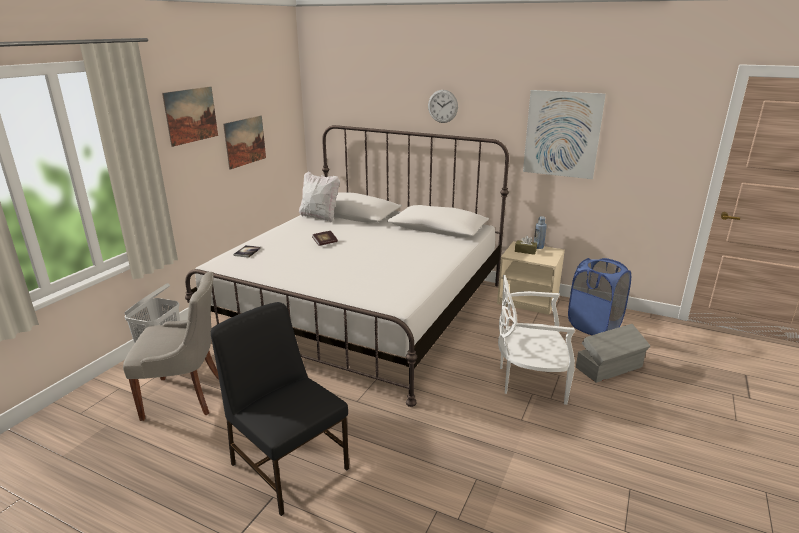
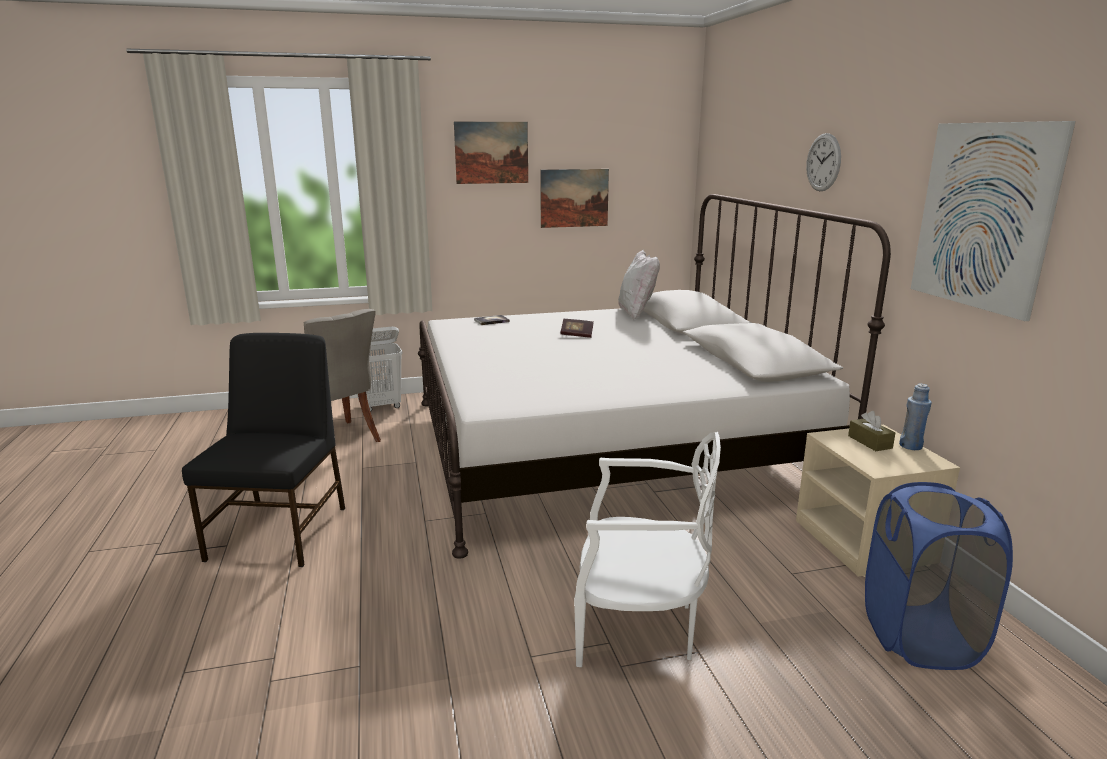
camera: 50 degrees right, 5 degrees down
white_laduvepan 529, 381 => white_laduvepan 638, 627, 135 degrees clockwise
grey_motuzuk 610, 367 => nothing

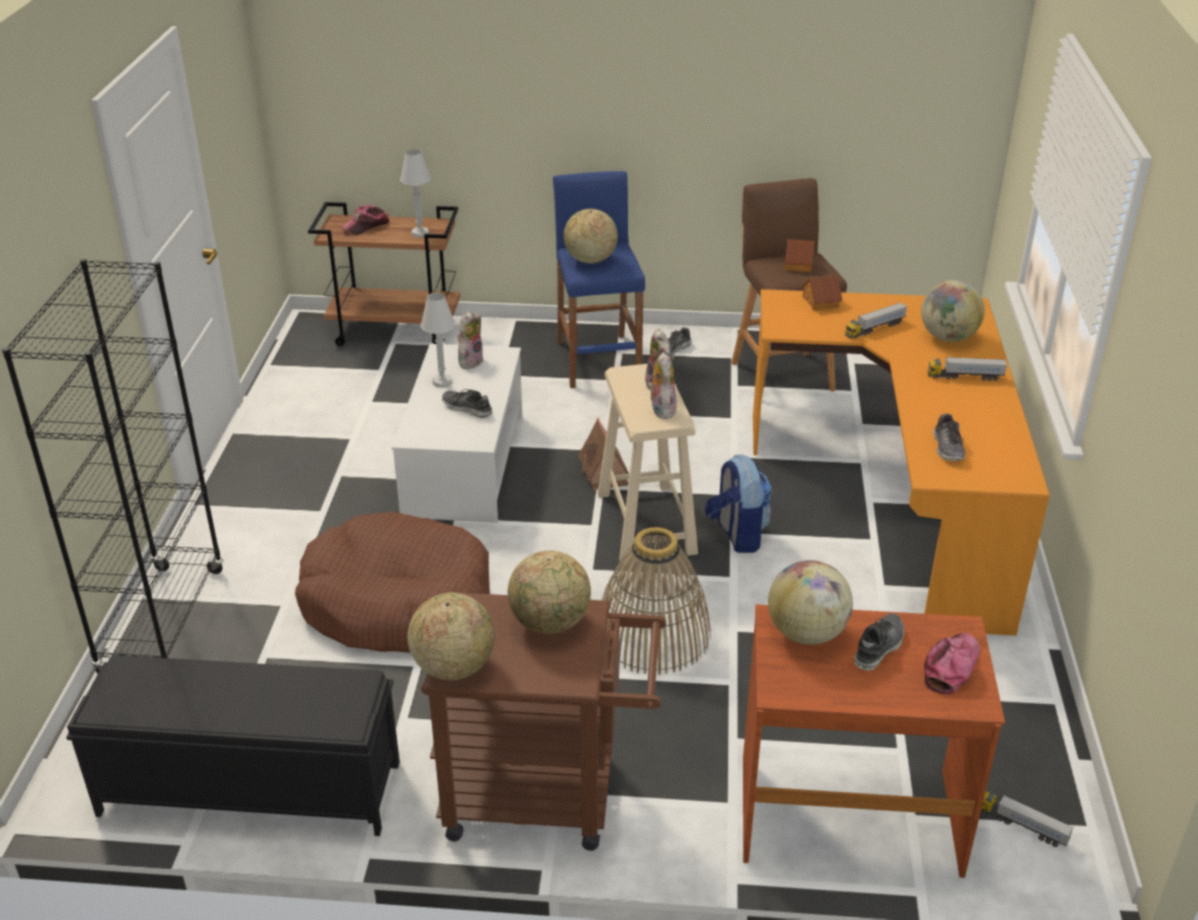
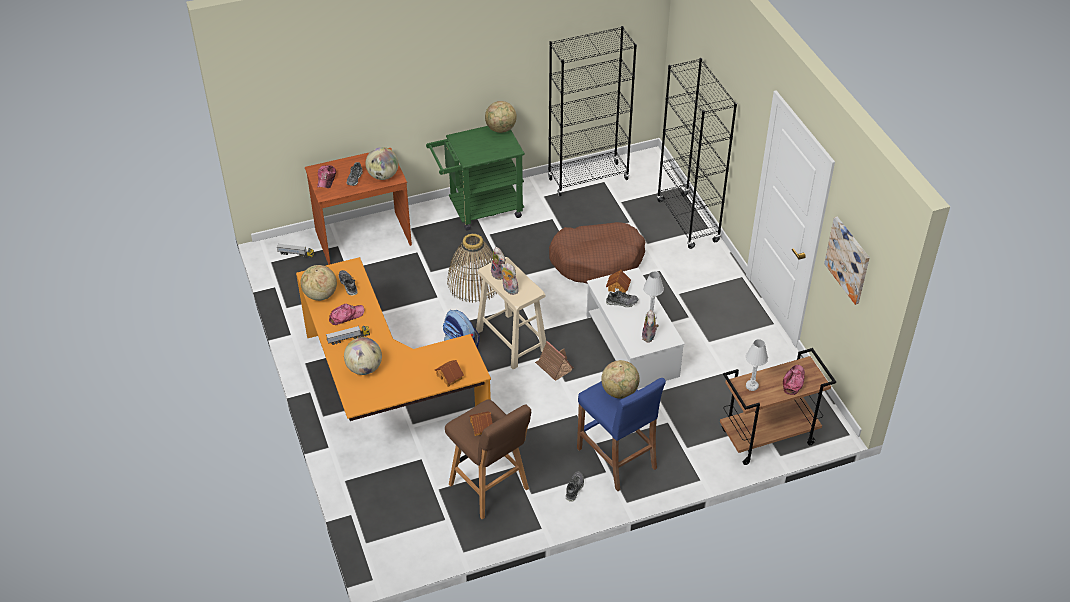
camera: 155 degrees right, 10 degrees up
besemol 874, 329 => nothing
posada 550, 623 => posada 320, 295, relocated
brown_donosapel 547, 795 => green_donosapel 479, 210
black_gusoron 248, 788 => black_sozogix 588, 179
nothing => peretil 848, 260
nothing => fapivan 618, 287
nothing => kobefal 346, 316

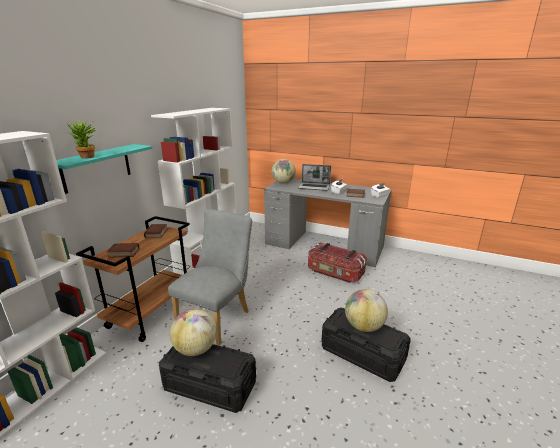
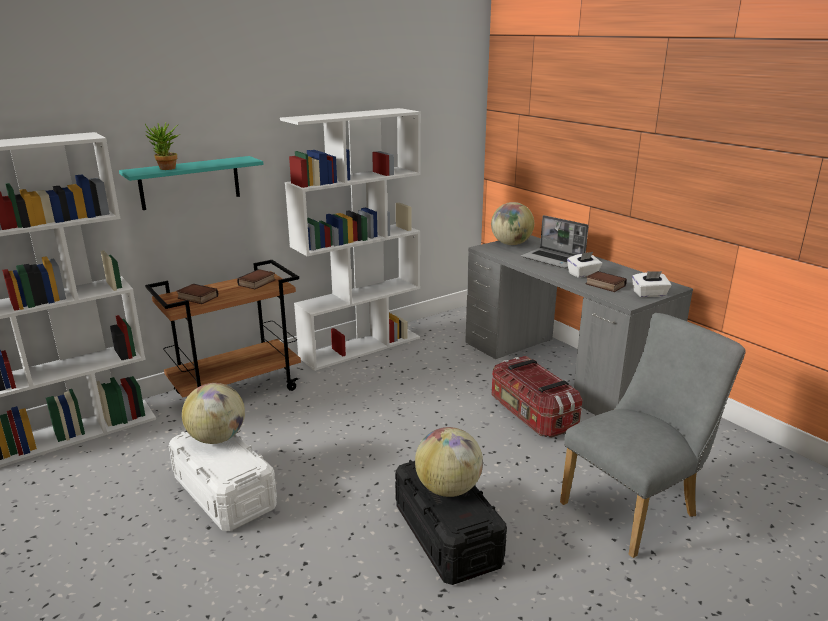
camera: 30 degrees right, 0 degrees up
grey_laduvepan 218, 317 => grey_laduvepan 635, 507, relocated
black_motuzuk 210, 385 => white_motuzuk 224, 493

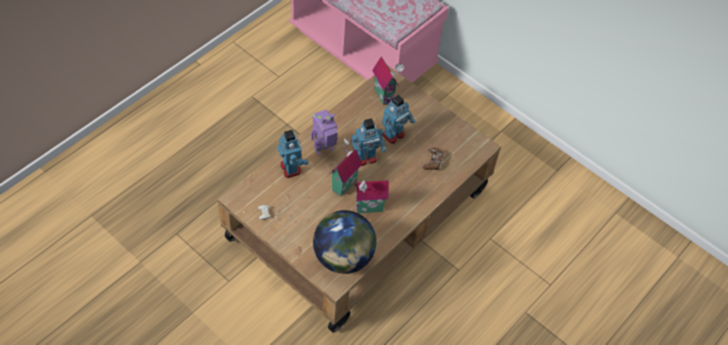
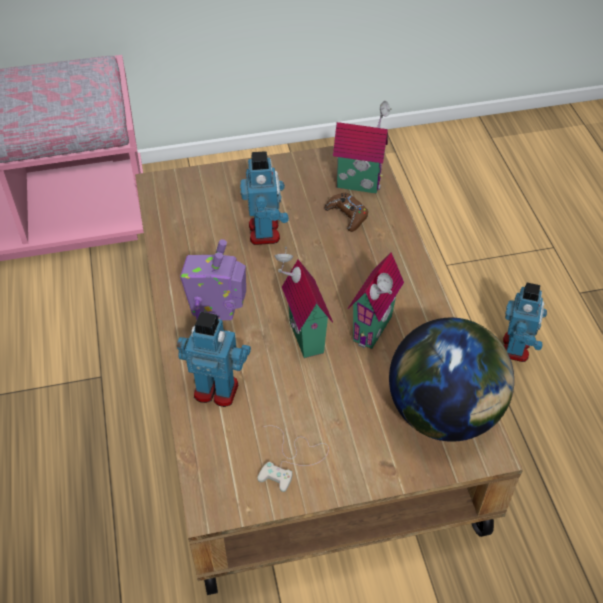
camera: 50 degrees left, 5 degrees down
fapivan 385, 95 => fapivan 359, 182, relocated
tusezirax 365, 158 => tusezirax 516, 348, relocated

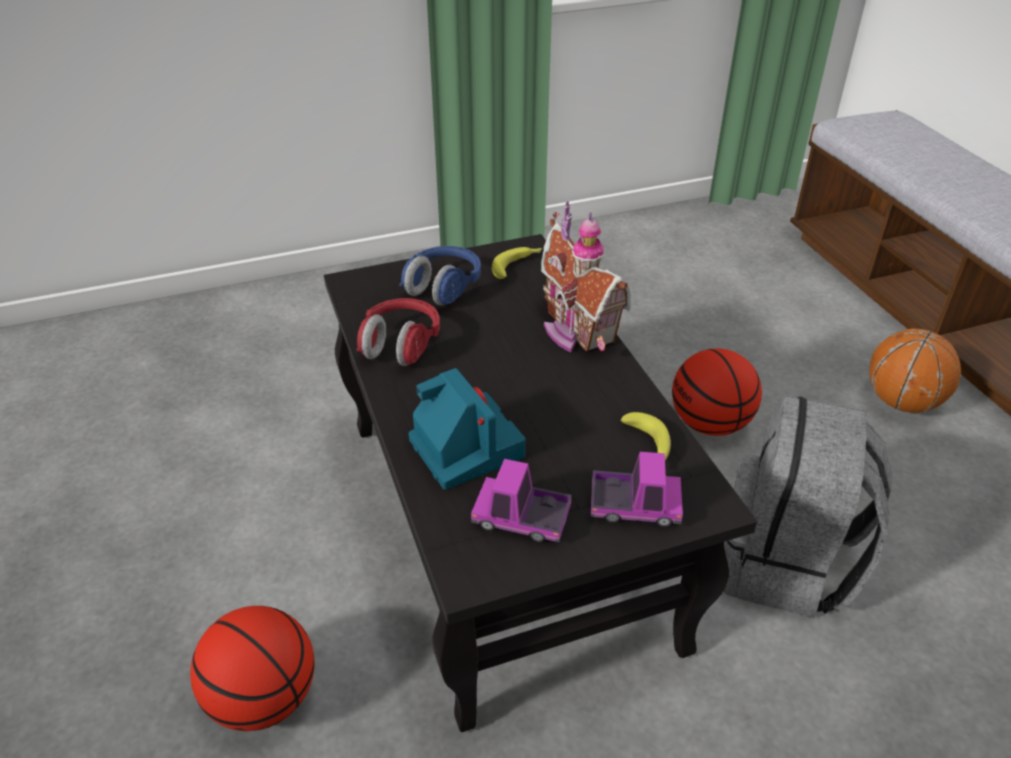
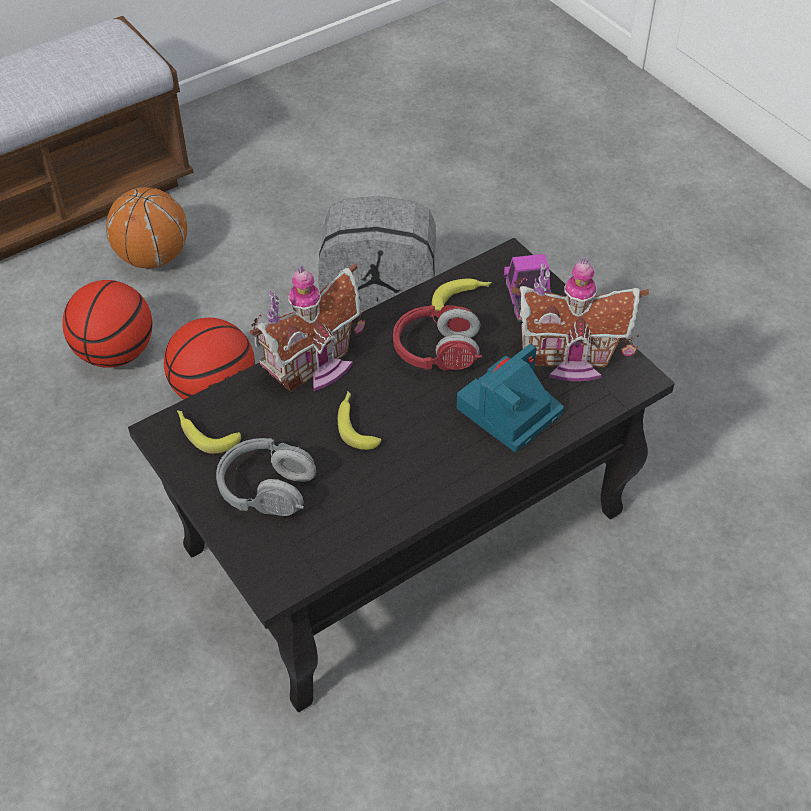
camera: 105 degrees left, 10 degrees up
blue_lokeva 443, 288 => grey_lokeva 267, 490
red_lokeva 400, 346 => red_lokeva 437, 352, relocated
besemol 521, 518 => fapivan 570, 360
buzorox 263, 699 => buzorox 116, 353, relocated
nothing => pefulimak 356, 424

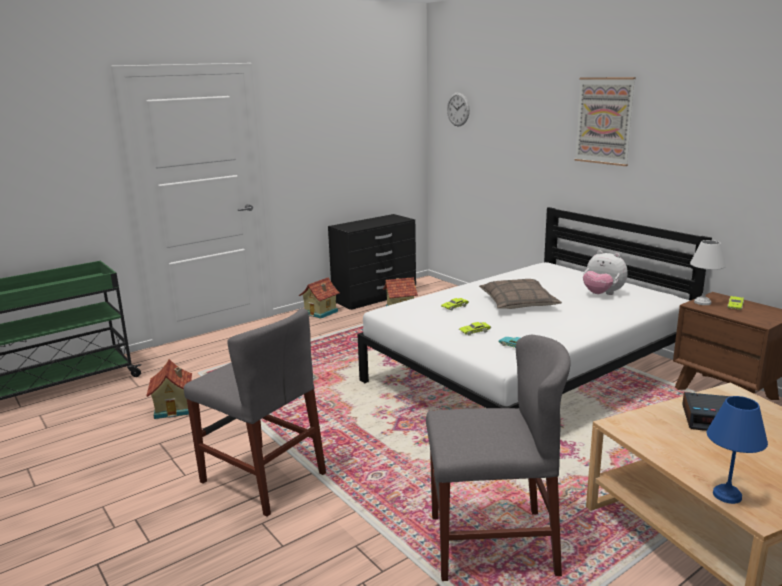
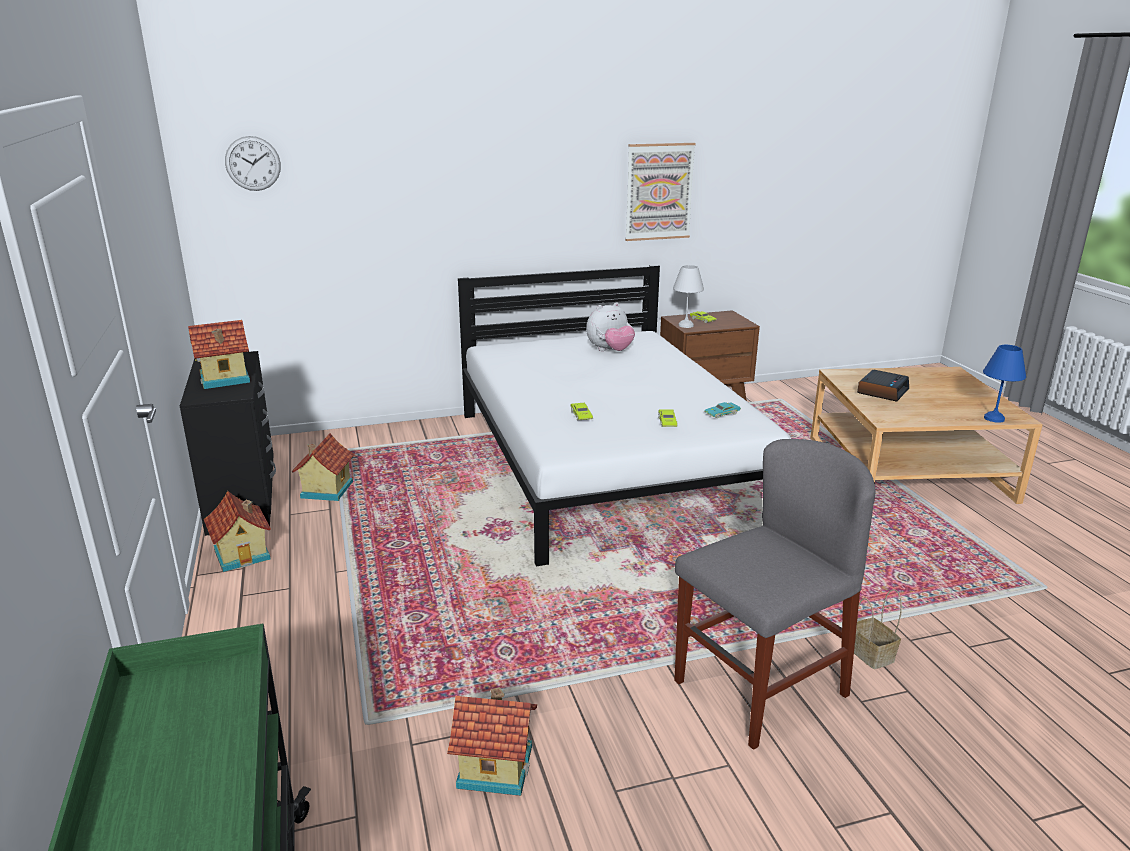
camera: 70 degrees left, 5 degrees up
peretil 604, 121 => peretil 659, 192, relocated
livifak 518, 303 => nothing
grey_laduvepan 492, 545 => nothing
nothing => fapivan 225, 379
nothing => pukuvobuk 869, 654

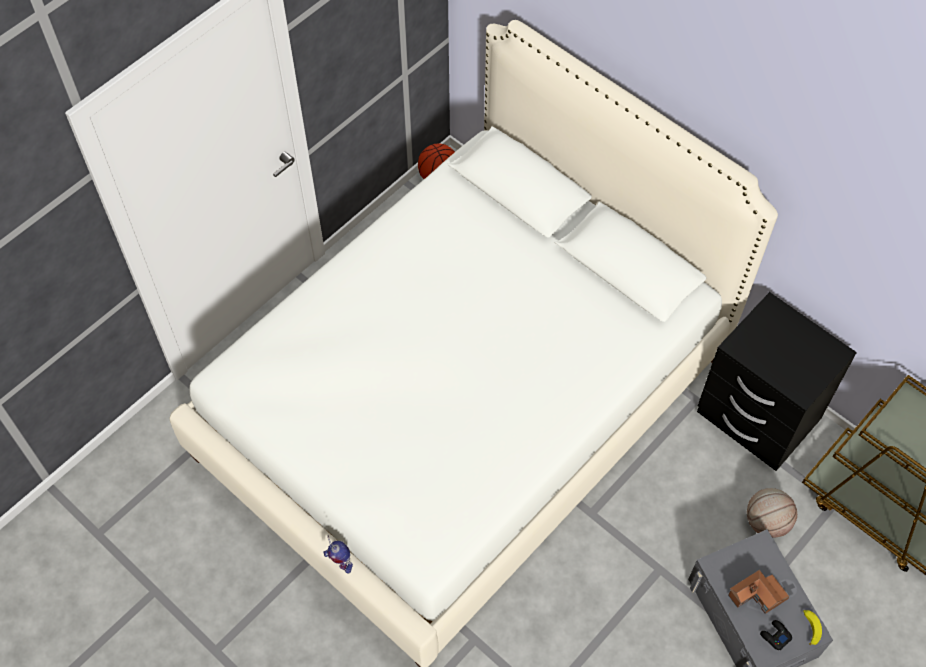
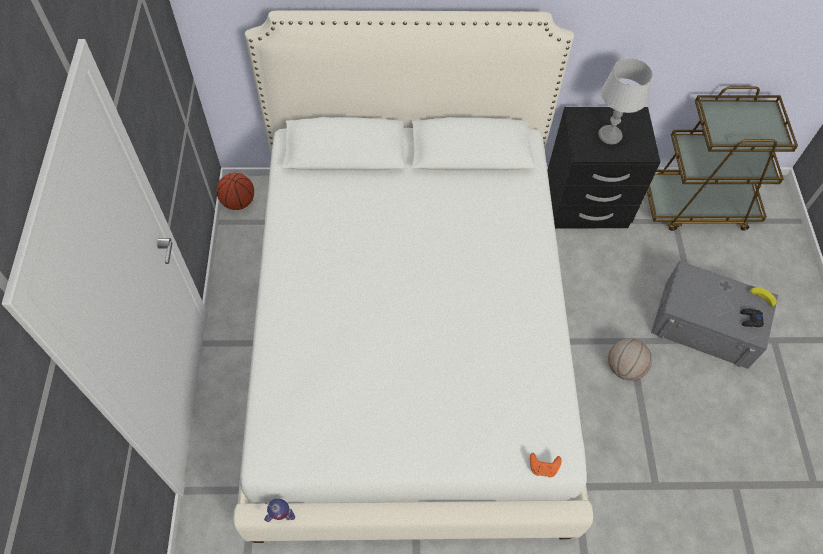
camera: 45 degrees left, 0 degrees up
buzorox 766, 522 => buzorox 624, 367, relocated
tusezirax 340, 562 => tusezirax 280, 516, relocated
fapivan 757, 596 => nothing
nothing => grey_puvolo 610, 135
nothing => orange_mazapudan 543, 468

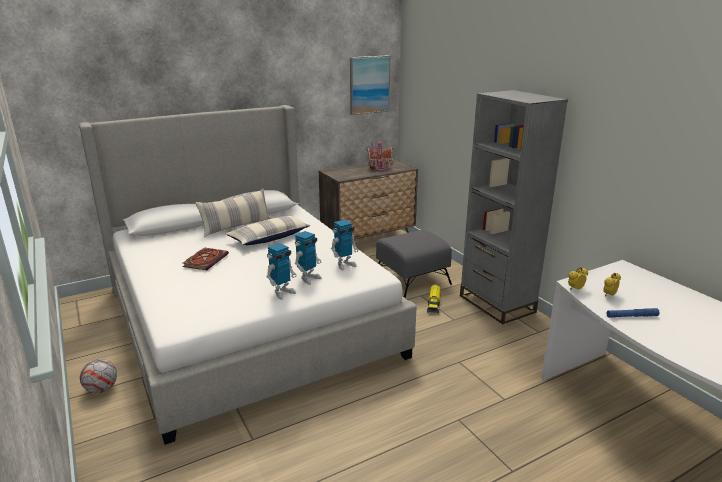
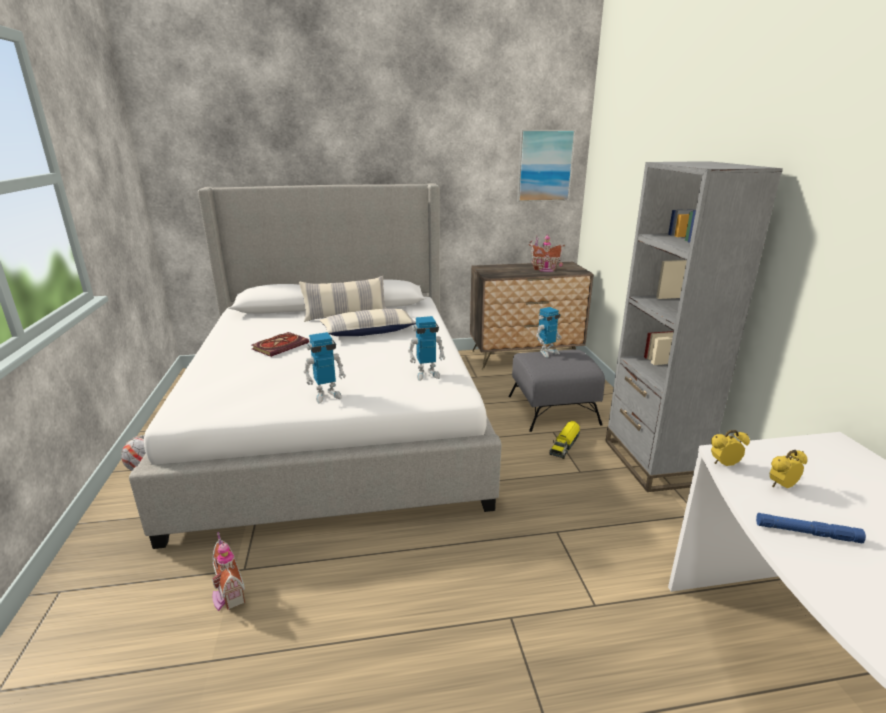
camera: 20 degrees right, 0 degrees up
tusezirax 308, 278 => tusezirax 547, 352, relocated
nothing => fapivan 228, 595

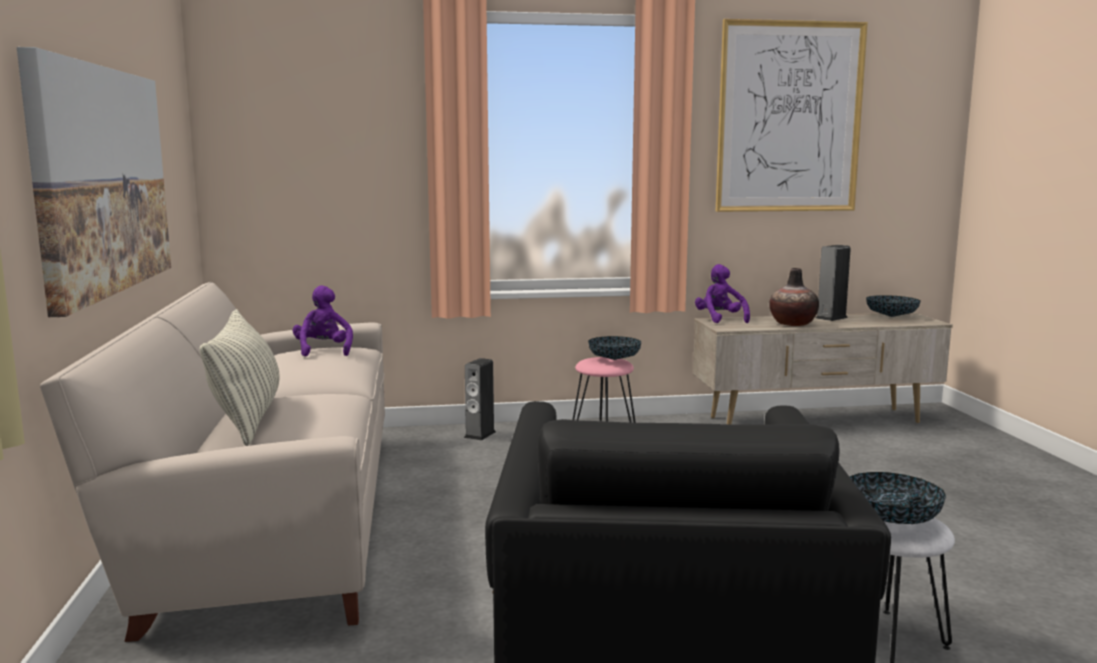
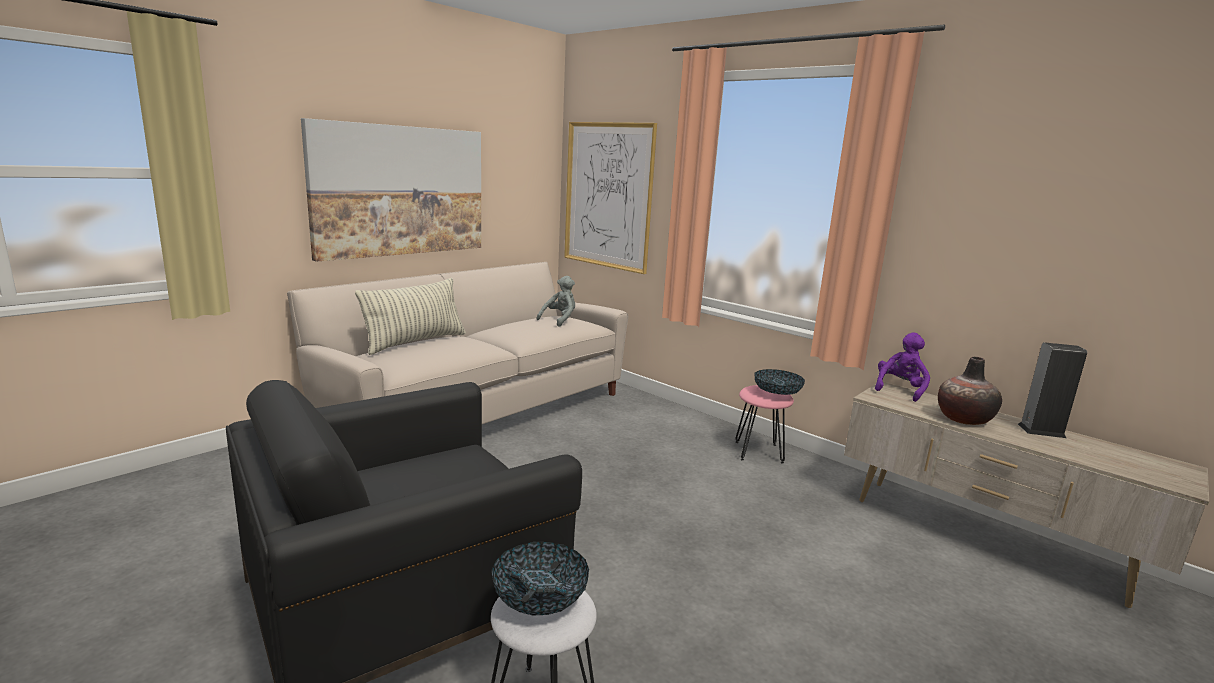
camera: 50 degrees right, 5 degrees up
peretil 789, 118 => peretil 608, 196, relocated
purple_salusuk 323, 351 => grey_salusuk 559, 320
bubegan 891, 317 => nothing
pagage 480, 434 => nothing

